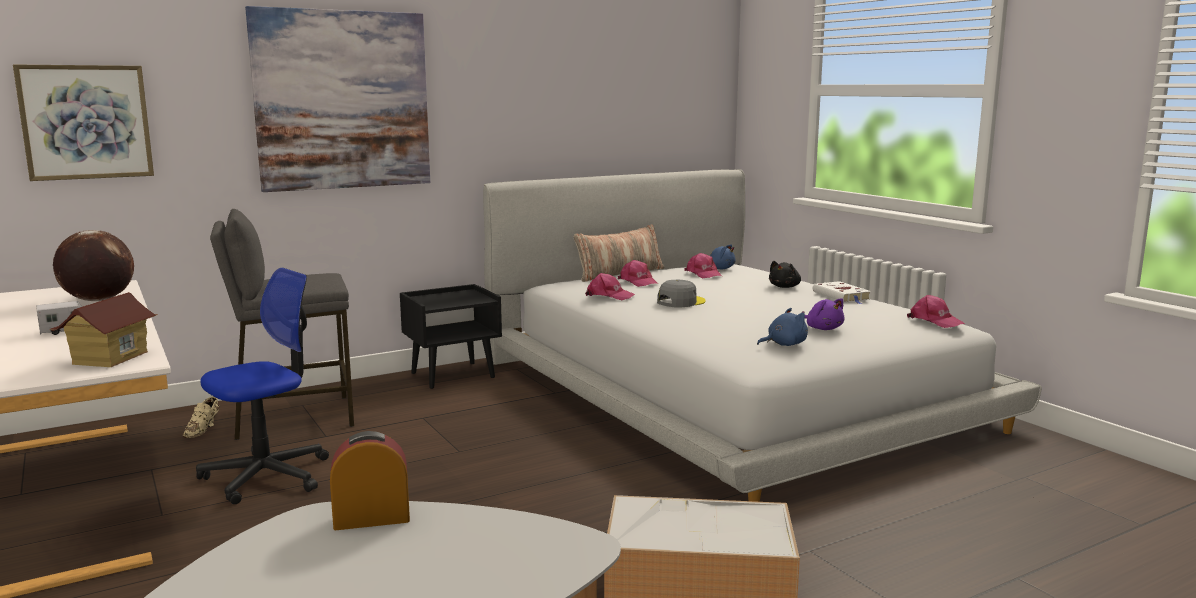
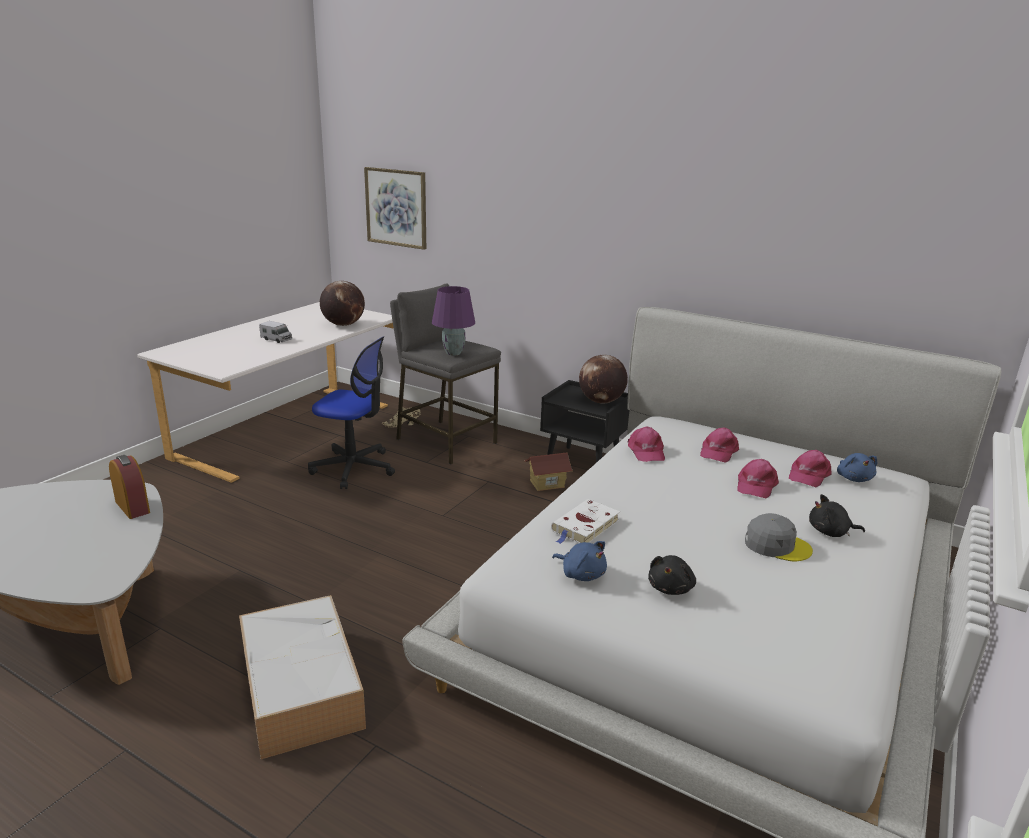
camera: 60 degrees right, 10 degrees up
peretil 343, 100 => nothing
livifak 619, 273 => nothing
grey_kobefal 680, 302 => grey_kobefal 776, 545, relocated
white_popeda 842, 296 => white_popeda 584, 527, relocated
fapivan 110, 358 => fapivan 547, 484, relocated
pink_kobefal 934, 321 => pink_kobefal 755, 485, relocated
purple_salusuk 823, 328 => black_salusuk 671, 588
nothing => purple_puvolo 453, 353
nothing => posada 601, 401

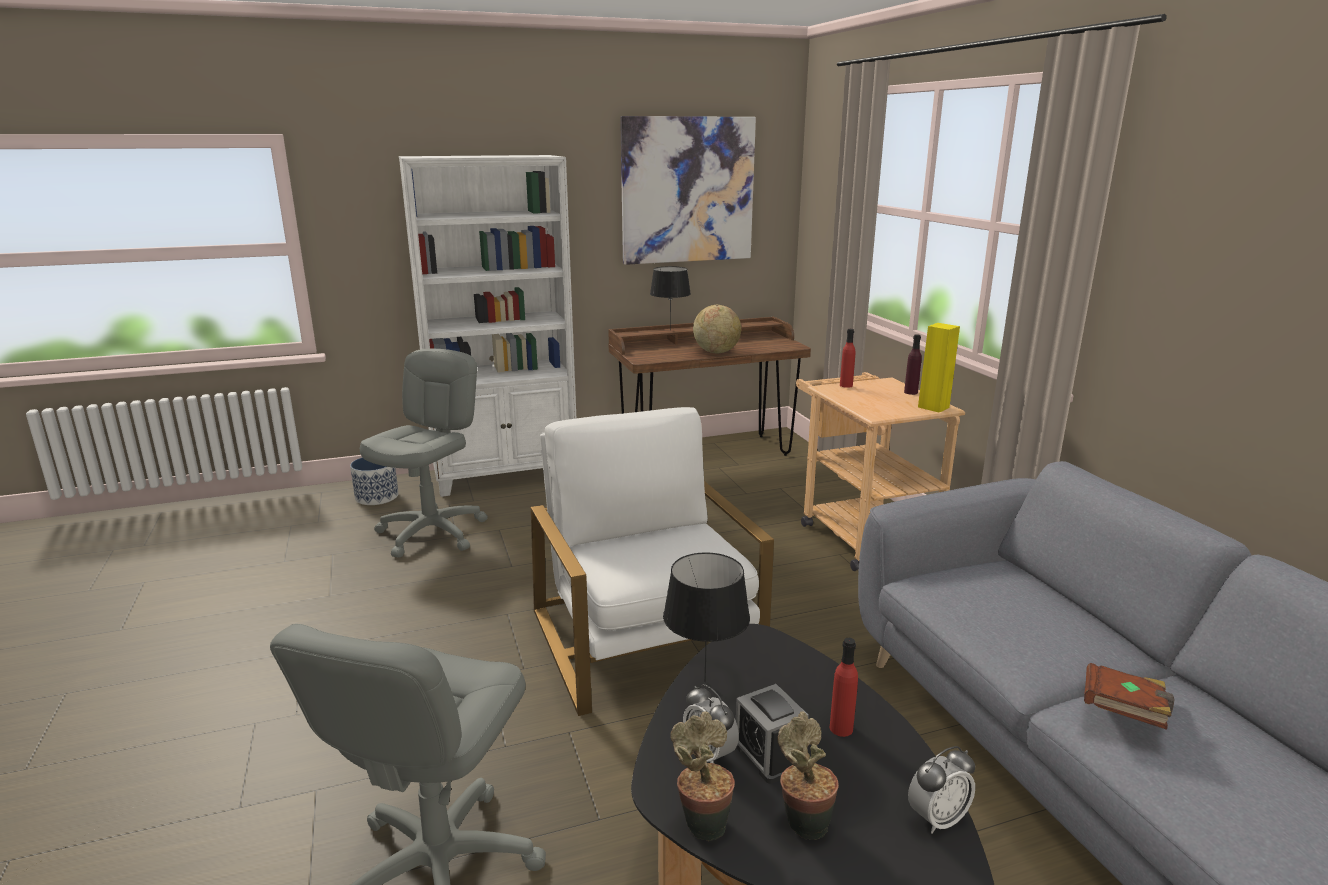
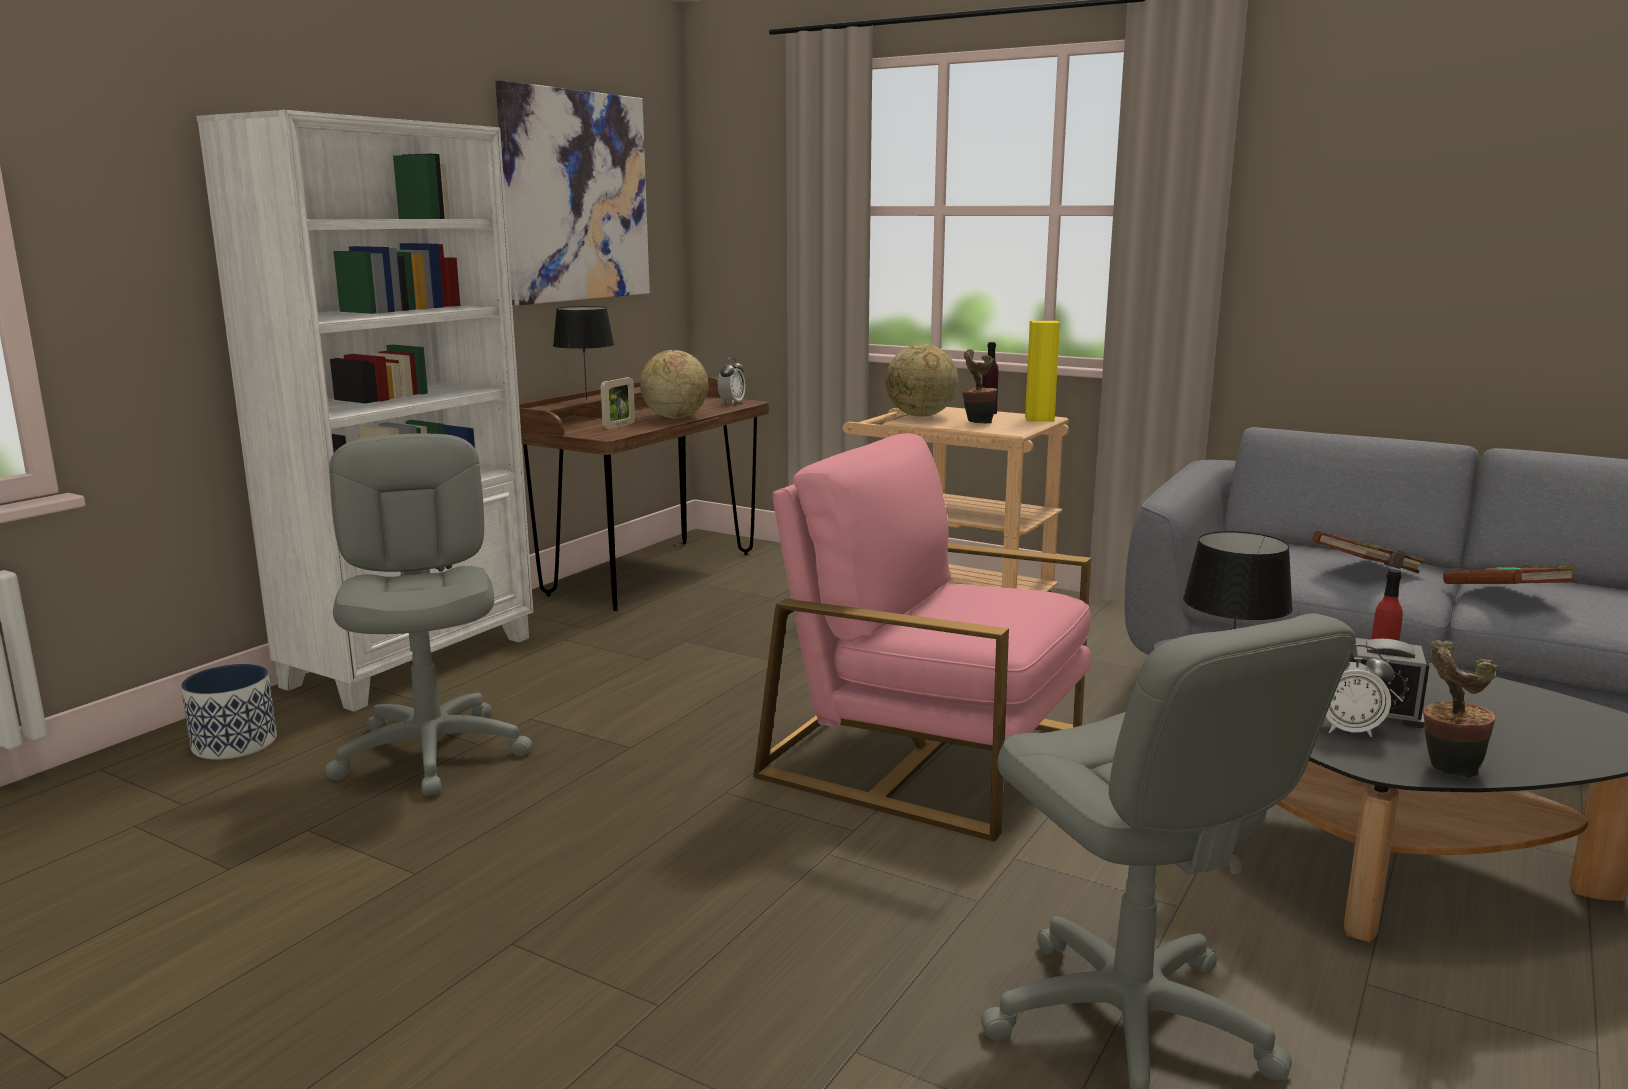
camera: 40 degrees left, 5 degrees down
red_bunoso 846, 385 => posada 920, 416
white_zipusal 647, 640 => pink_zipusal 929, 753
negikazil 803, 822 => negikazil 976, 423, relocated
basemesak 937, 819 => basemesak 731, 403, relocated
nothing => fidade 619, 426
nothing => brown_popeda 1367, 572

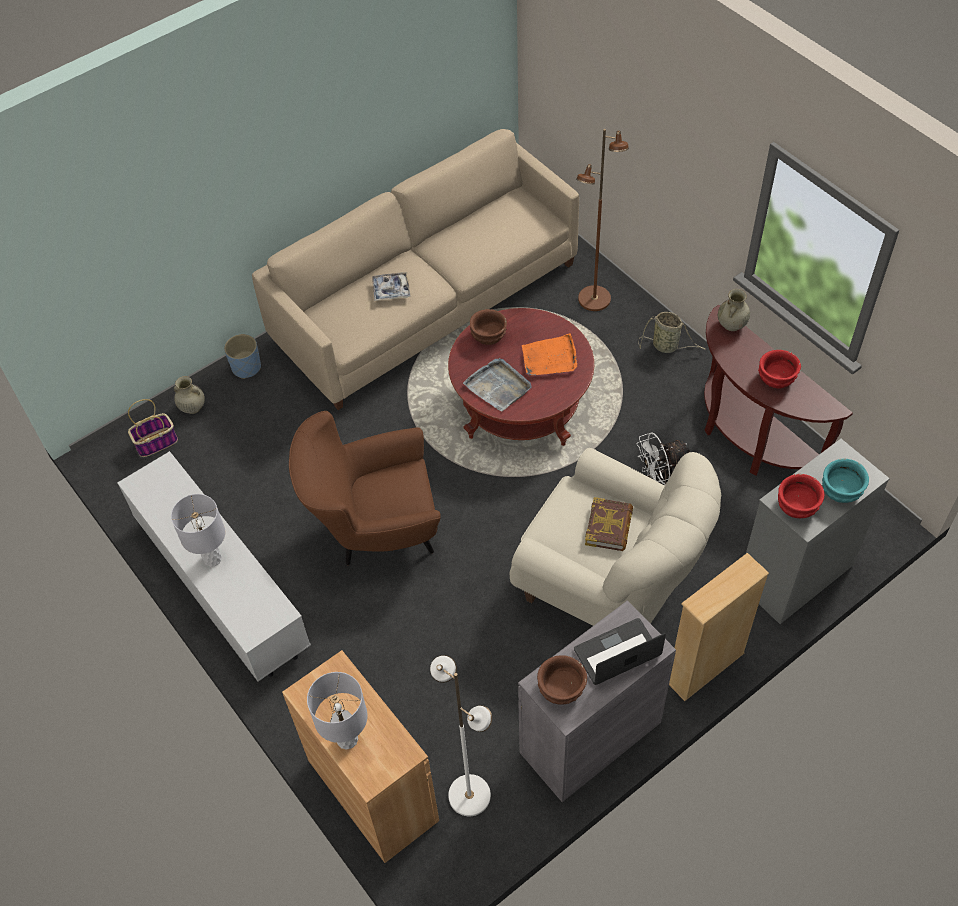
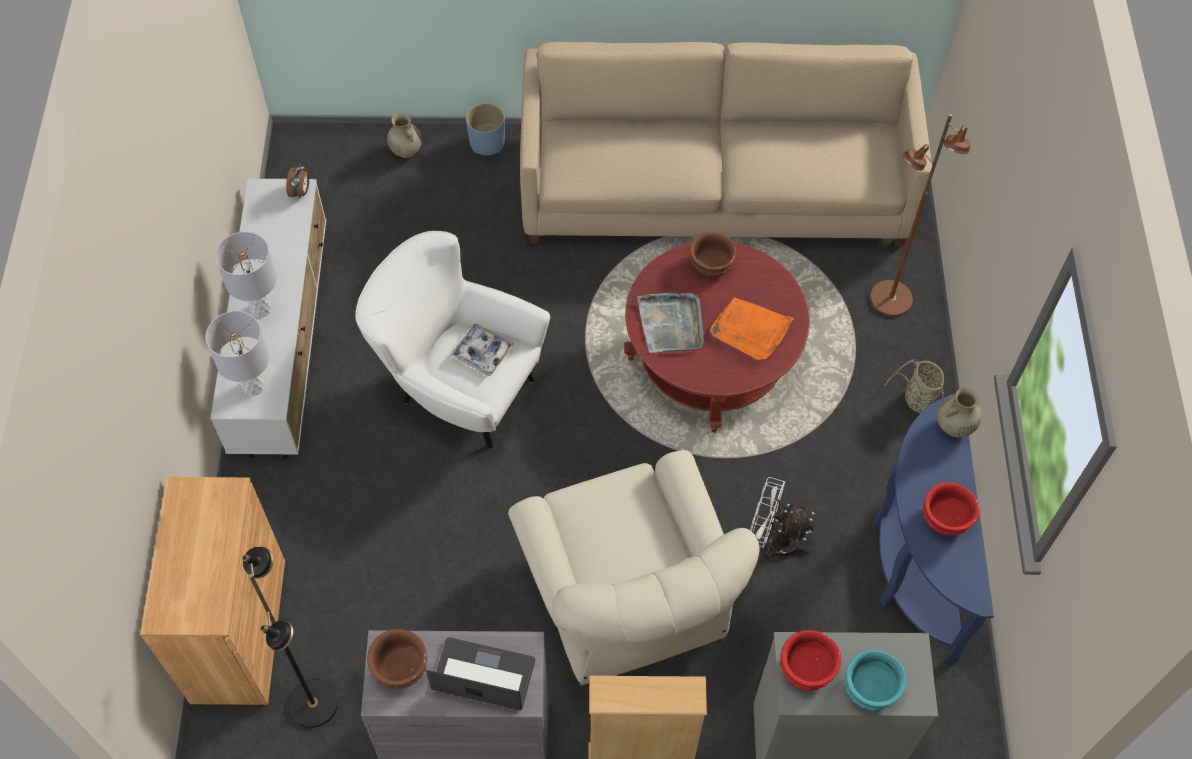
camera: 35 degrees right, 5 degrees up
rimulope 391, 290 => rimulope 482, 353, relocated
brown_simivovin 749, 438 => blue_simivovin 914, 563
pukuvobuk 156, 442 => nothing
brown_zipusal 376, 531 => white_zipusal 458, 388
popeda 609, 527 => nothing
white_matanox 470, 794 => black_matanox 314, 703
grey_puvolo 347, 739 => grey_puvolo 253, 386, relocated
nothing => basemesak 300, 192

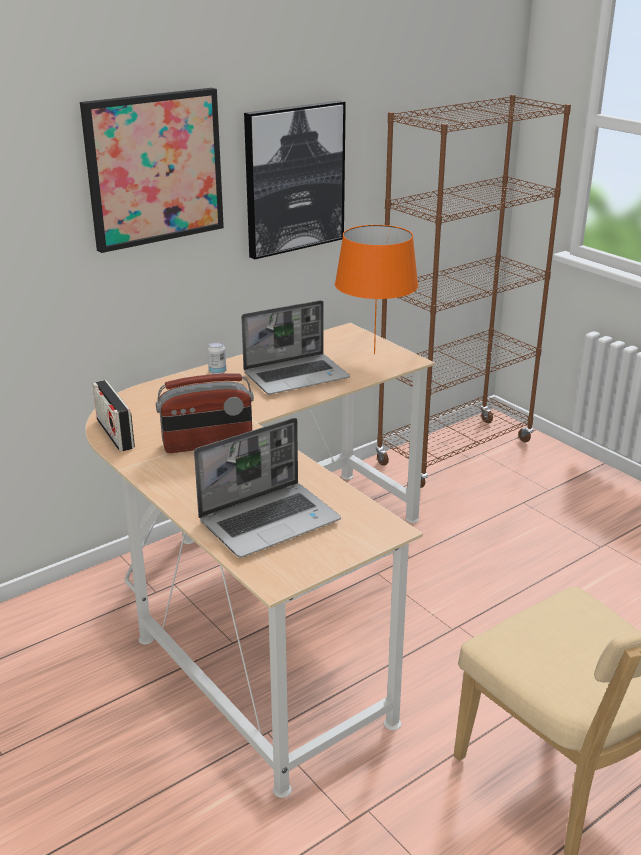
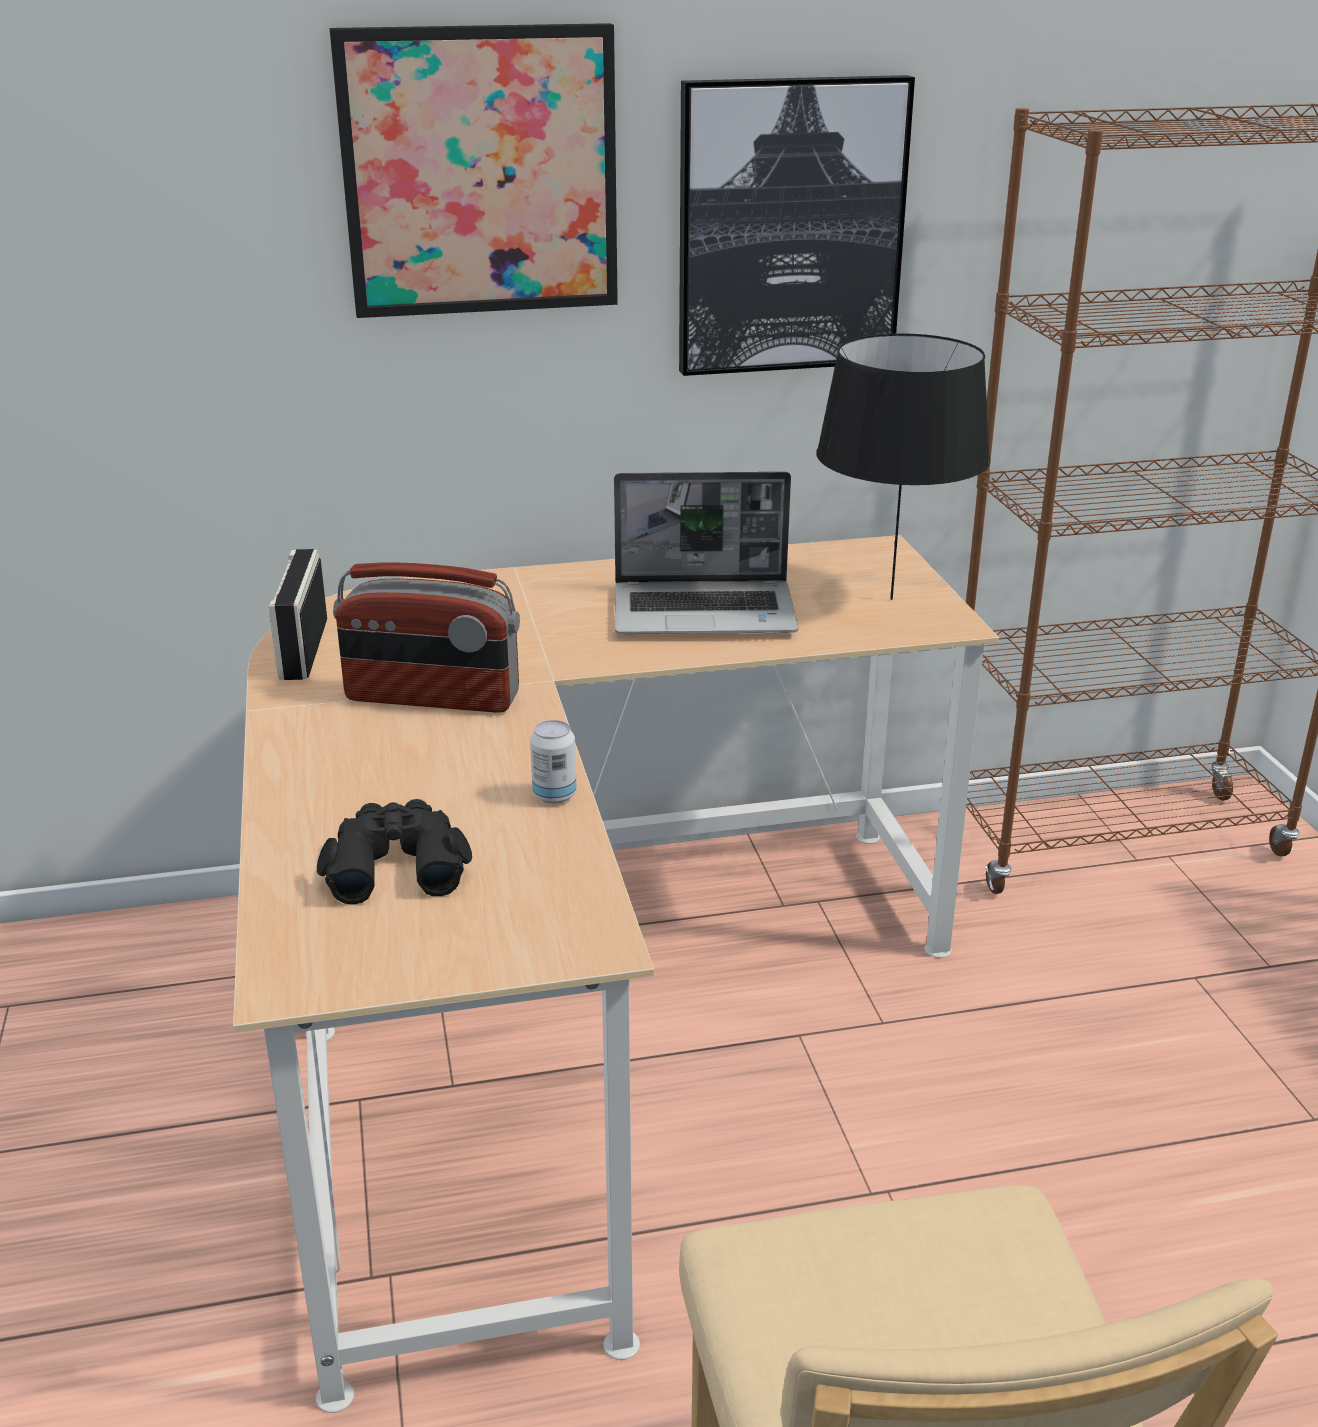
camera: 25 degrees right, 0 degrees up
orange_puvolo 374, 353 => black_puvolo 891, 599
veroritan 217, 372 => veroritan 554, 795, relocated
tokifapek 270, 520 => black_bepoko 396, 864

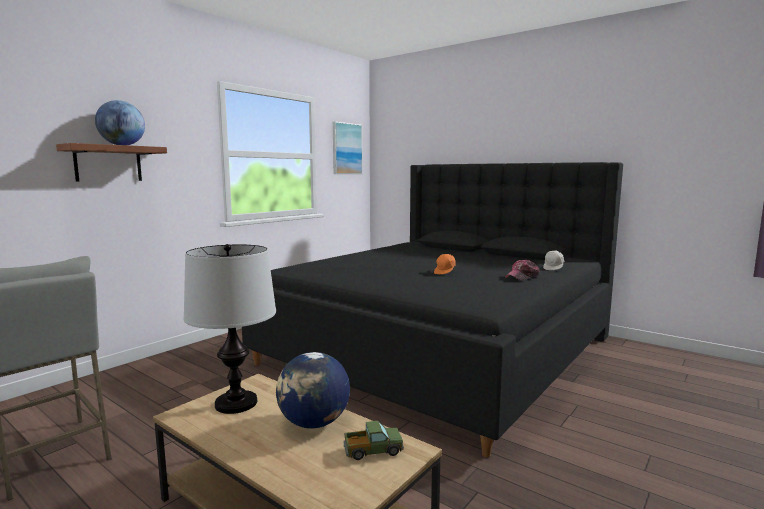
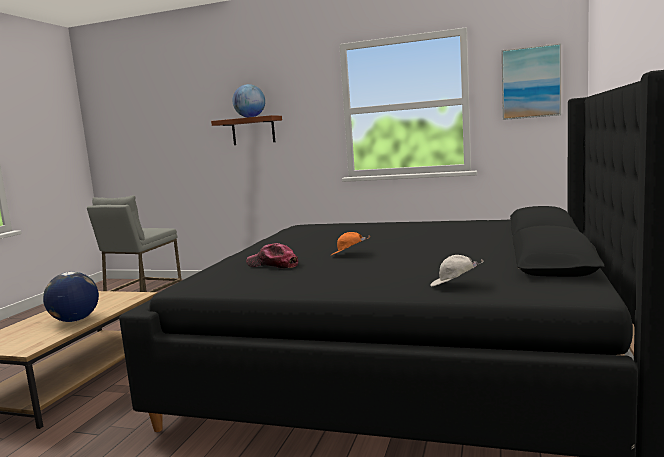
camera: 70 degrees right, 0 degrees up
puvolo 236, 403 => nothing
kobefal 522, 277 => kobefal 273, 265, relocated
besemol 373, 451 => nothing

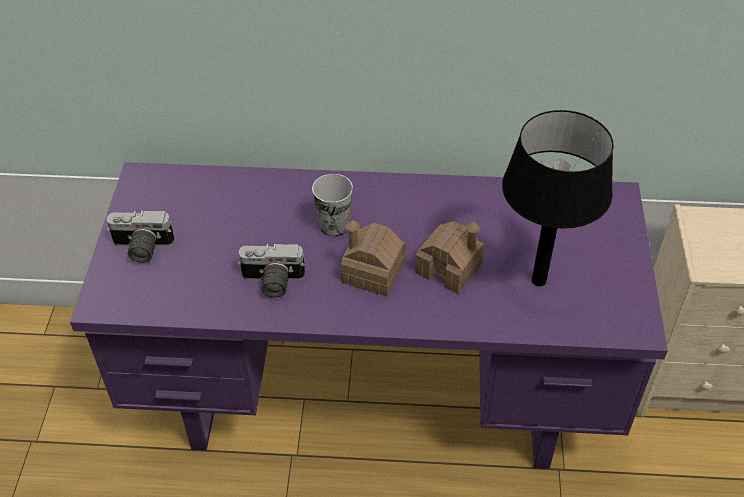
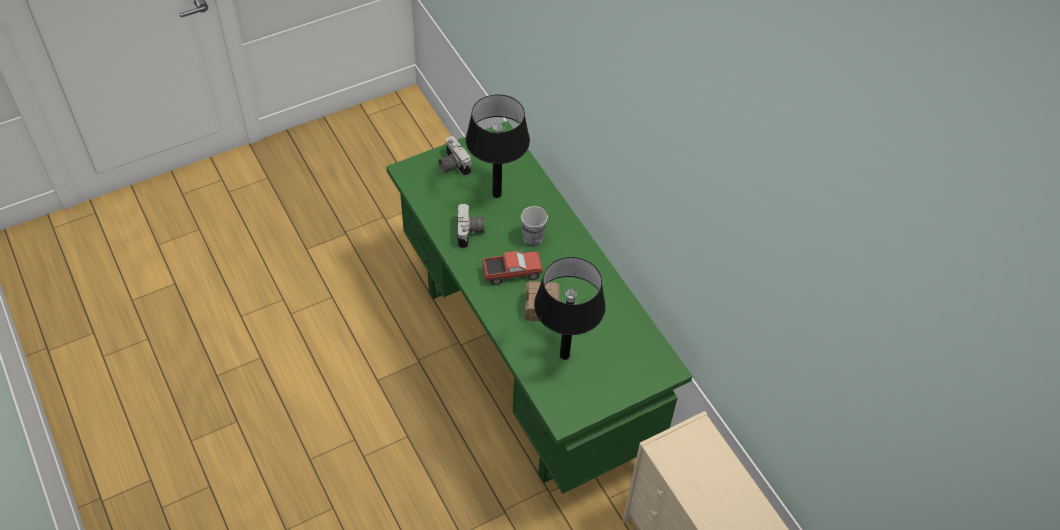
camera: 55 degrees right, 5 degrees up
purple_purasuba 374, 399 => green_purasuba 526, 363
fapivan 373, 272 => besemol 512, 273
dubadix 272, 283 => dubadix 470, 233, 150 degrees counterclockwise
nothing => black_puvolo 497, 194

